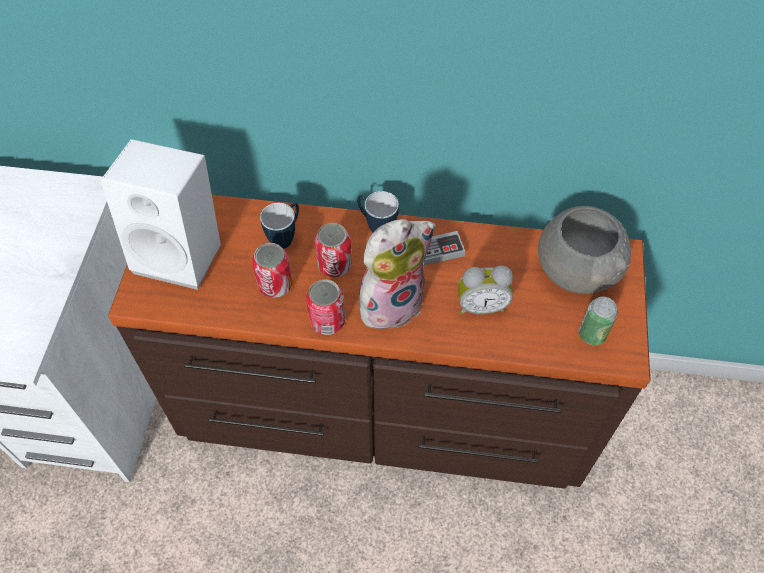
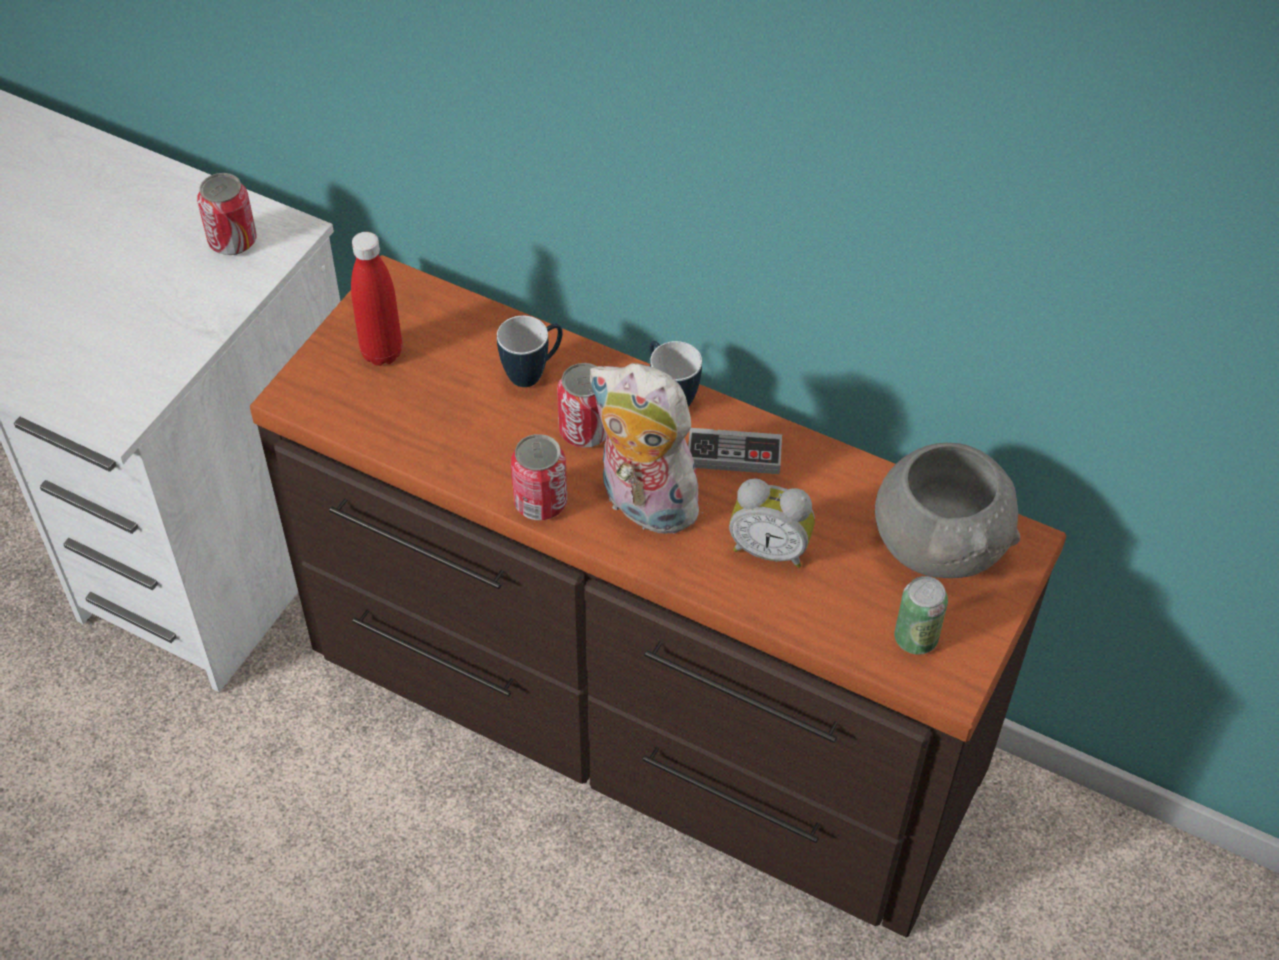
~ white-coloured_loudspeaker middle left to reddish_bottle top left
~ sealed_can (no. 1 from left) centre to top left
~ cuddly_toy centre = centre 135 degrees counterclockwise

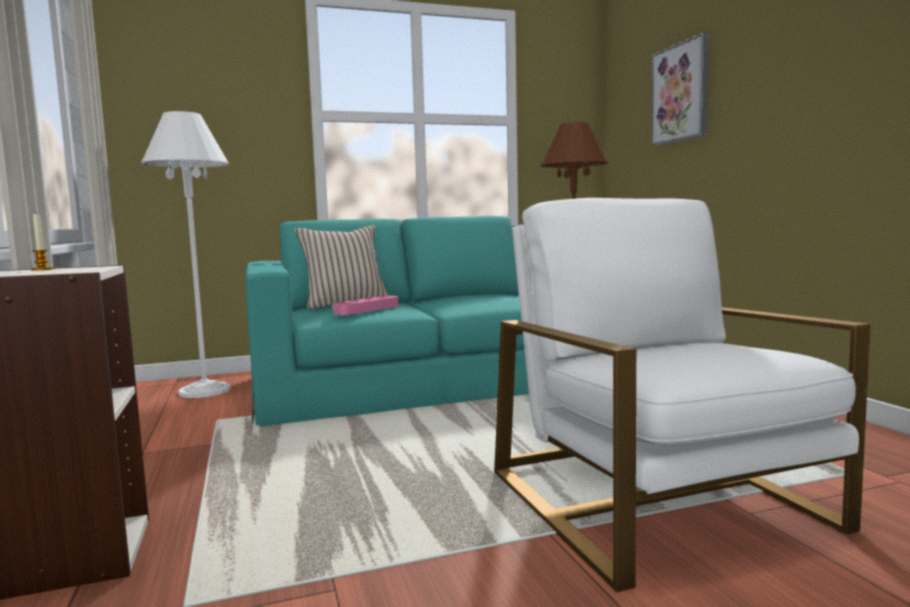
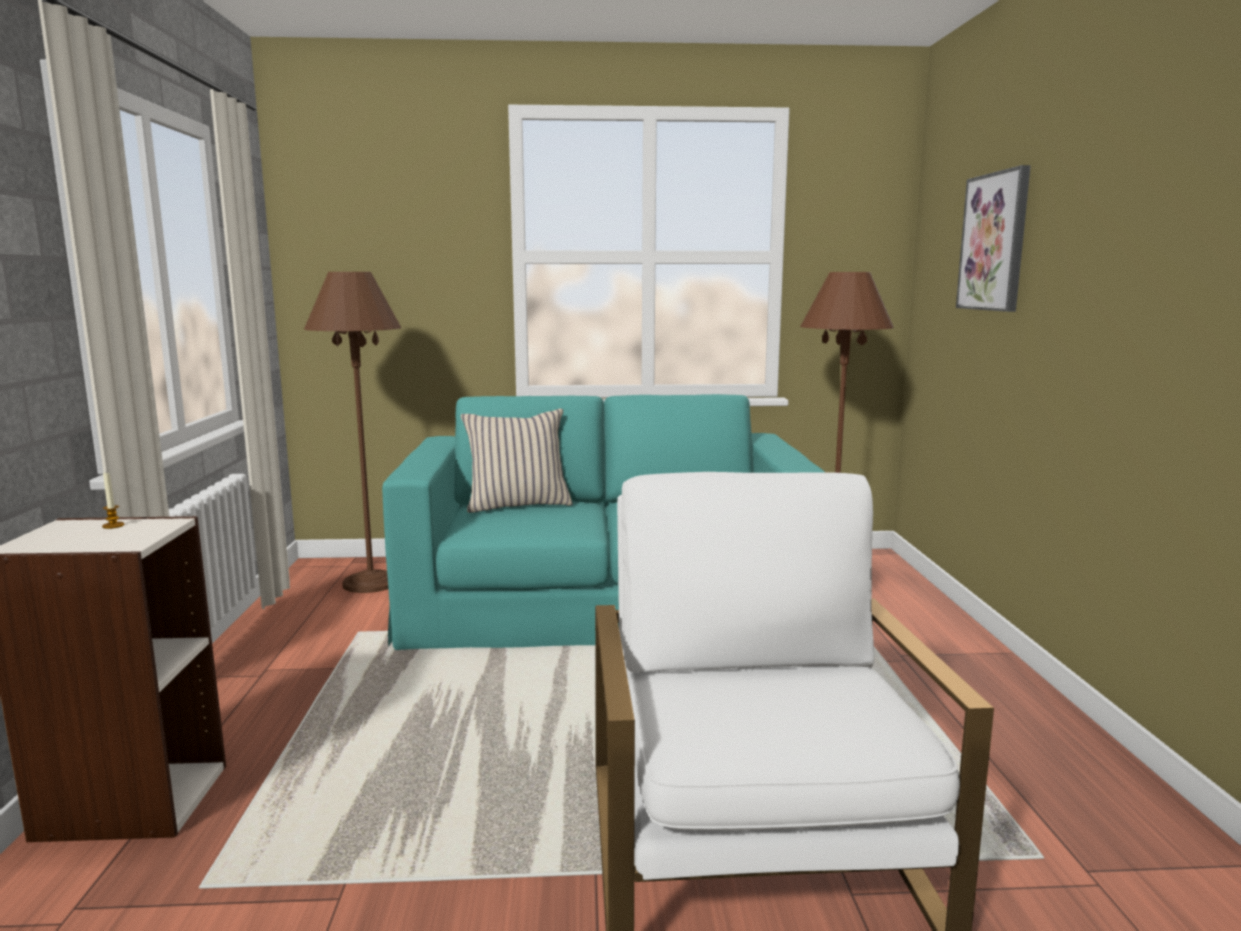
~ white-coloured_floor_lamp middle left to brown-coloured_floor_lamp (no. 1 from left) middle left
- pinkish_carrying_tray centre

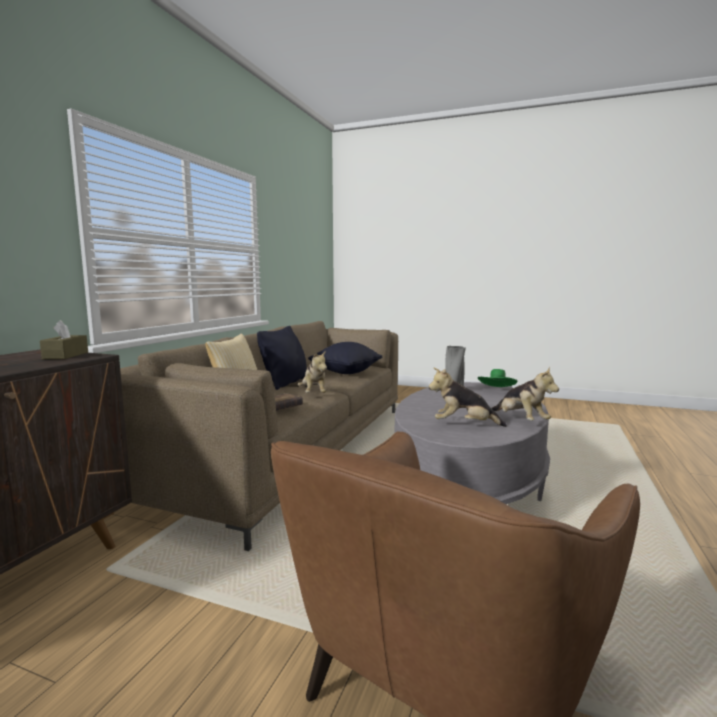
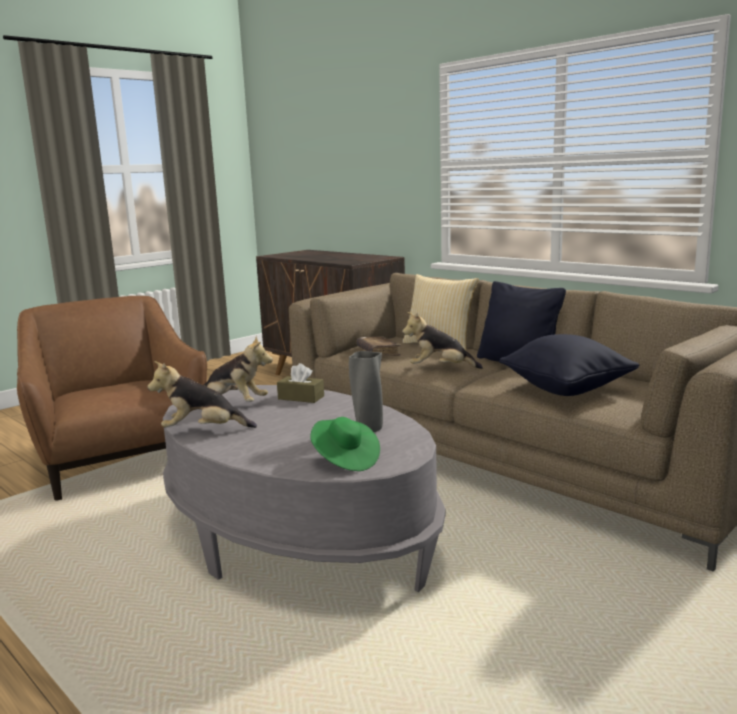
~ brown-coloured_tissue_box middle left to centre
~ cuddly_toy (no. 2 from left) centre = middle left 75 degrees clockwise

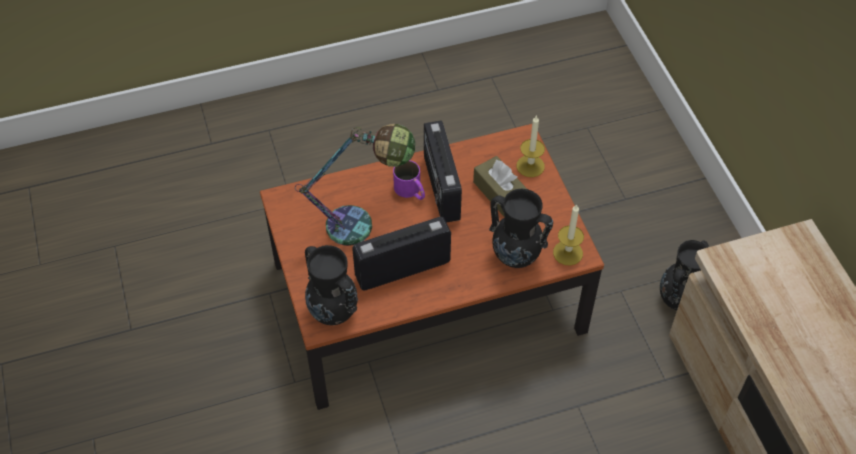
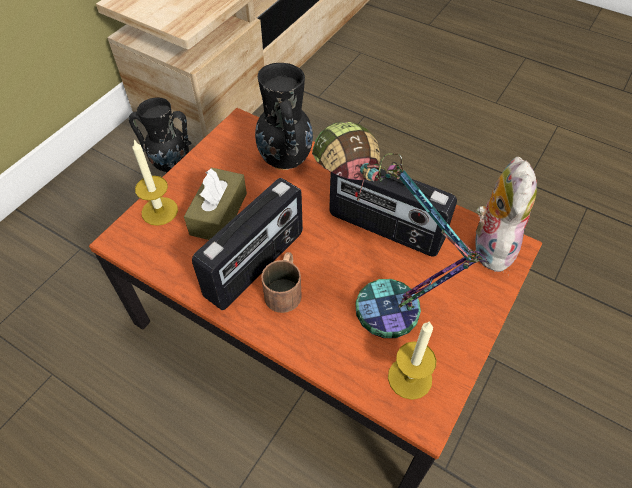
~ black_flower_vase (no. 1 from left) centre to cuddly_toy middle right
~ purplish_mug centre to brown-coloured_mug centre
~ candle (no. 2 from left) centre to bottom centre

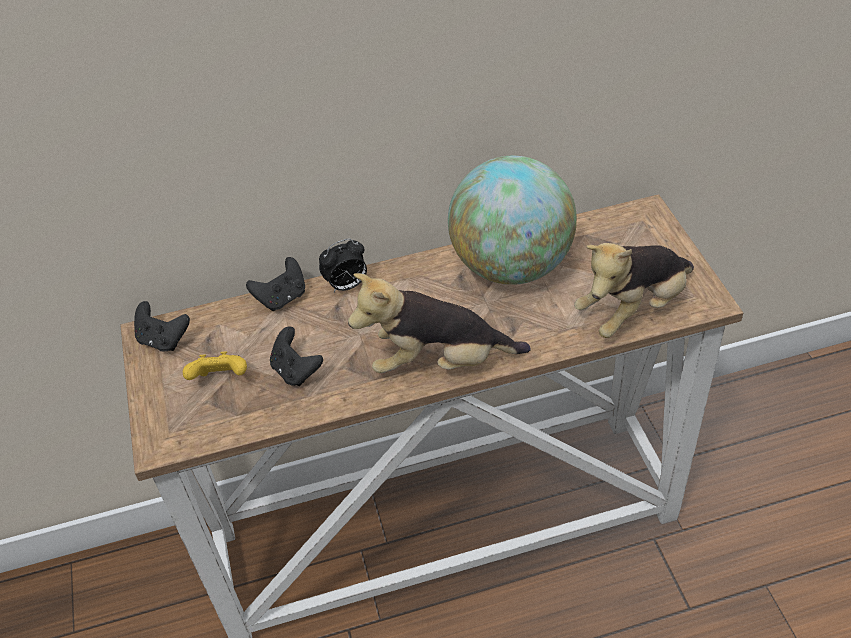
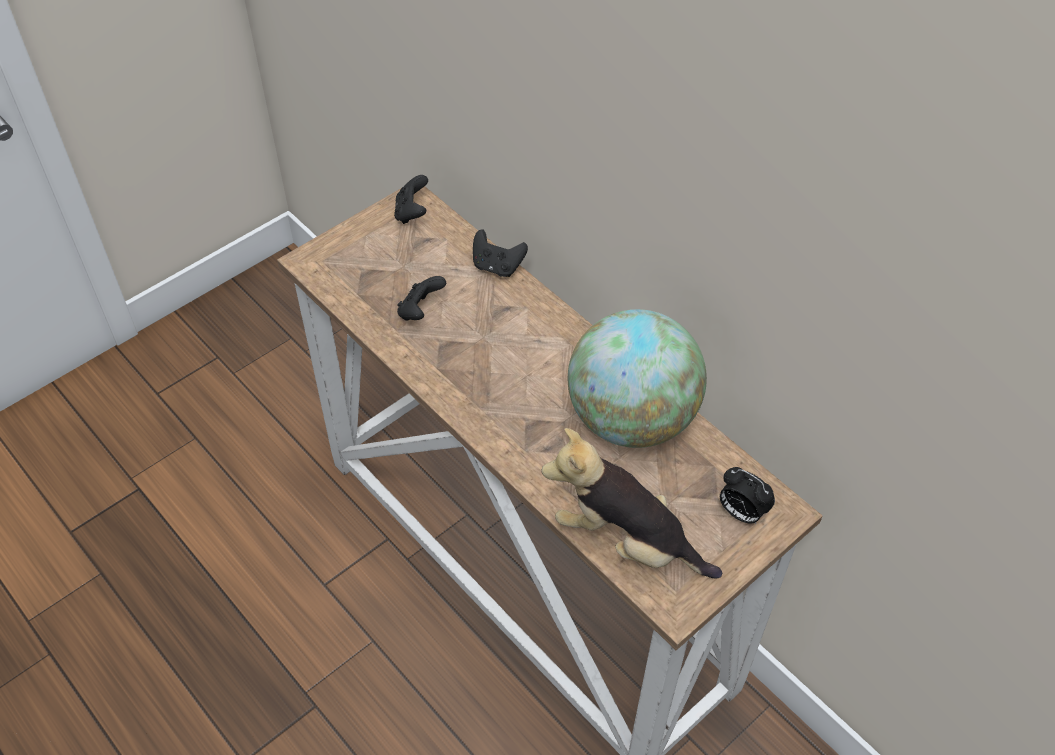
- yellowish_joypad middle left
~ bedside_clock centre to middle right
- cuddly_toy (no. 1 from left) centre

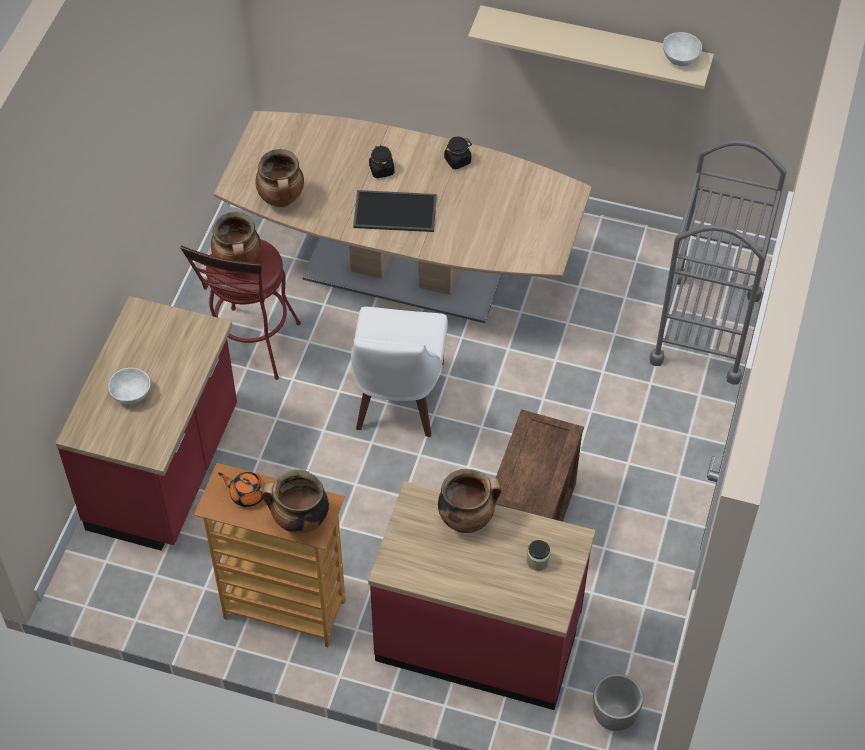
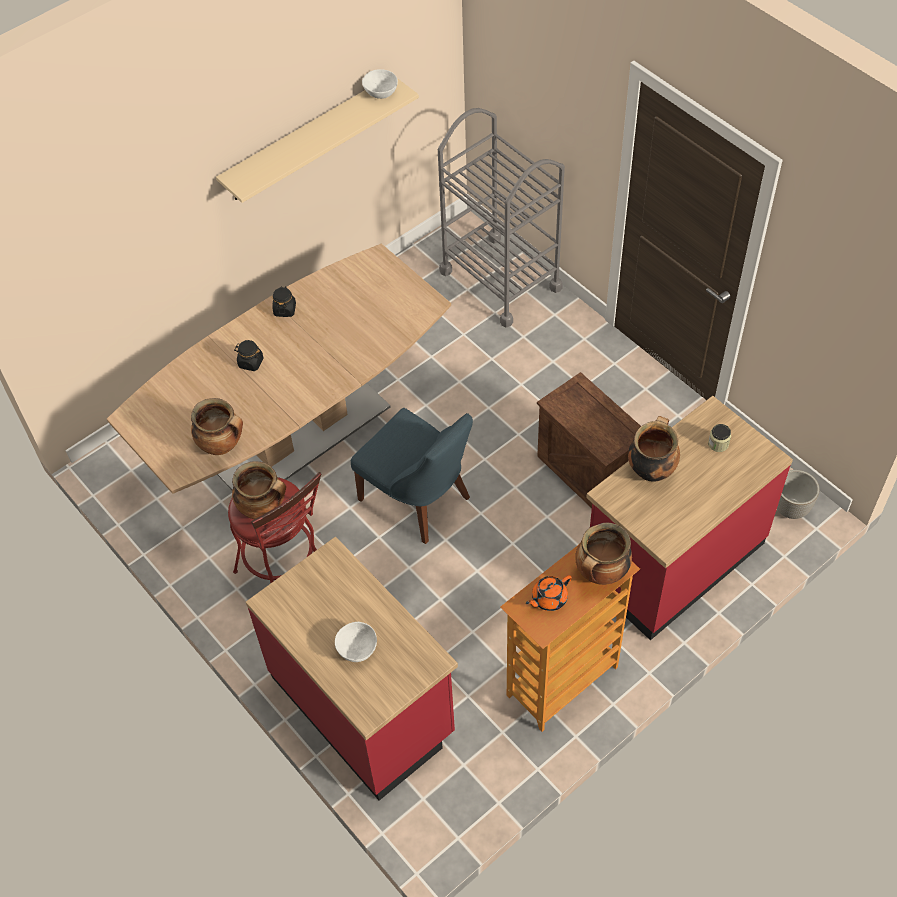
~ white-coloured_upright_chair centre to blue-coloured_upright_chair centre
- carrying_tray top centre

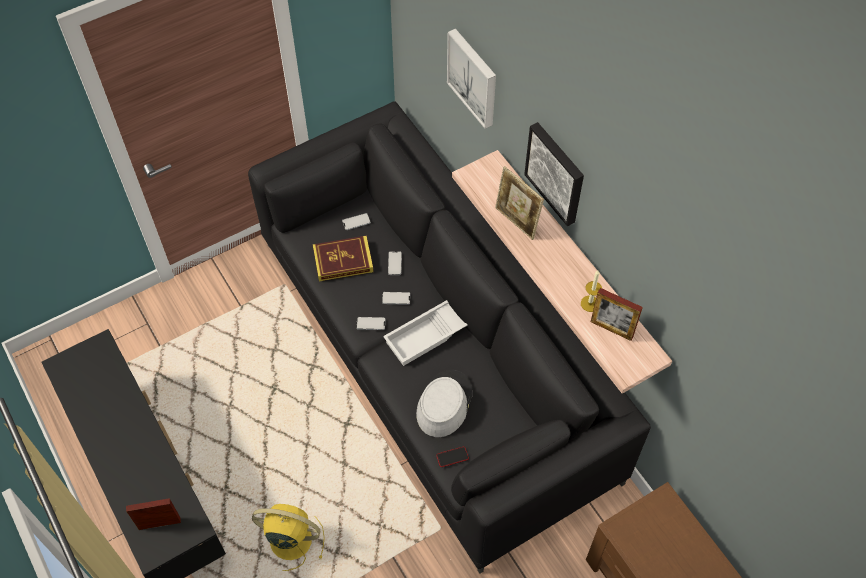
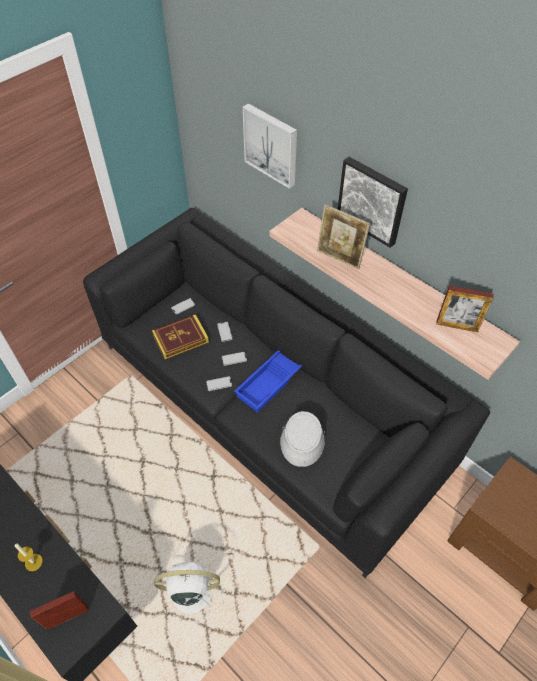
~ yellowish_electric_fan bottom left to white-coloured_electric_fan bottom centre
~ white-coloured_carrying_tray centre to blue-coloured_carrying_tray centre
- phone (no. 5 from left) bottom centre
~ candle middle right to bottom left

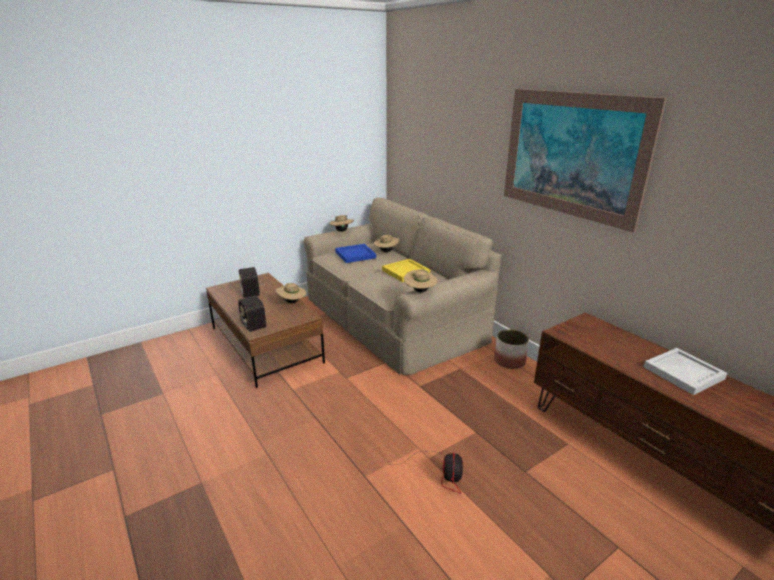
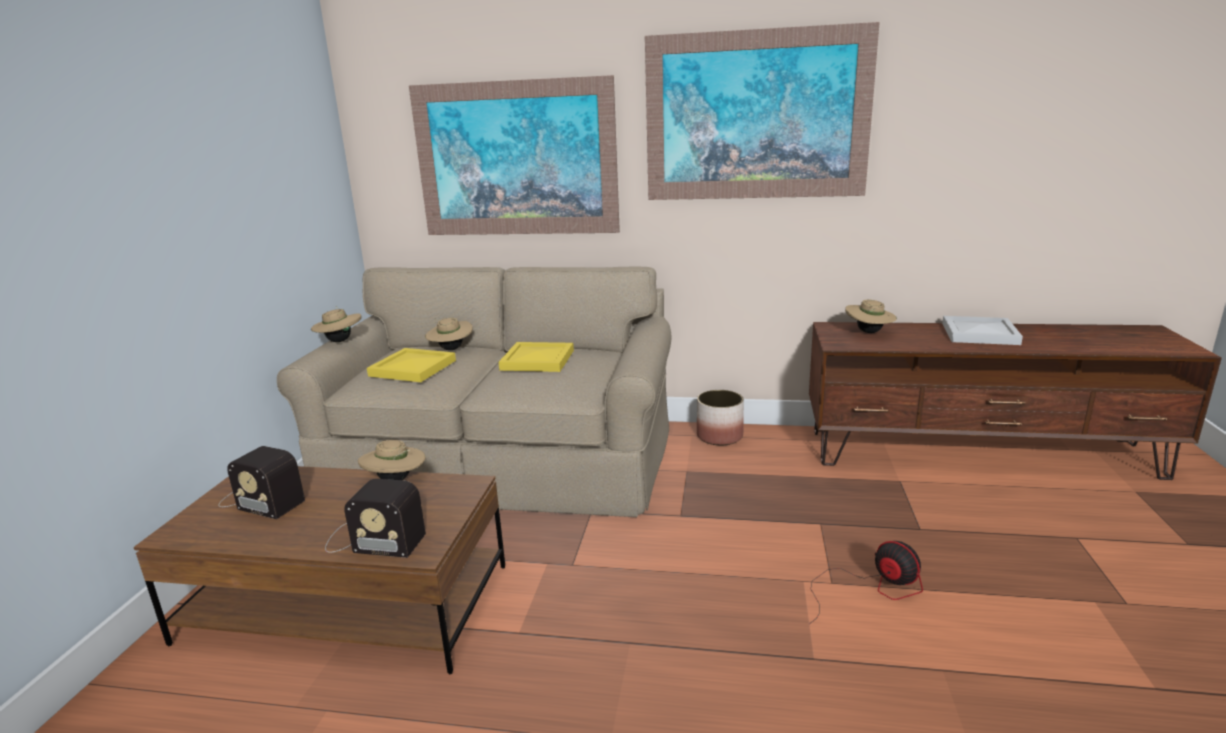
~ blue-coloured_carrying_tray centre to yellowish_carrying_tray (no. 1 from left) centre
~ sand-coloured_hat (no. 4 from left) centre to middle right
+ picture (no. 1 from left) top centre

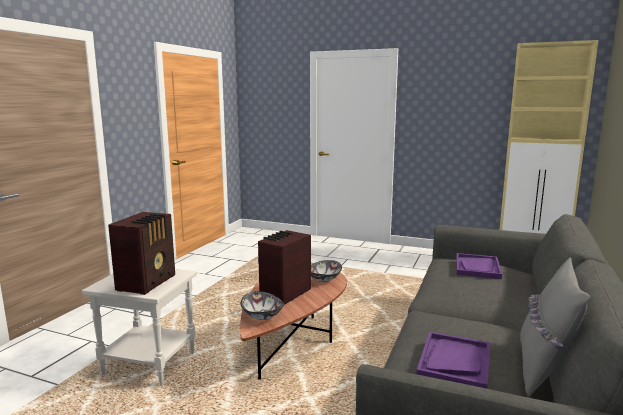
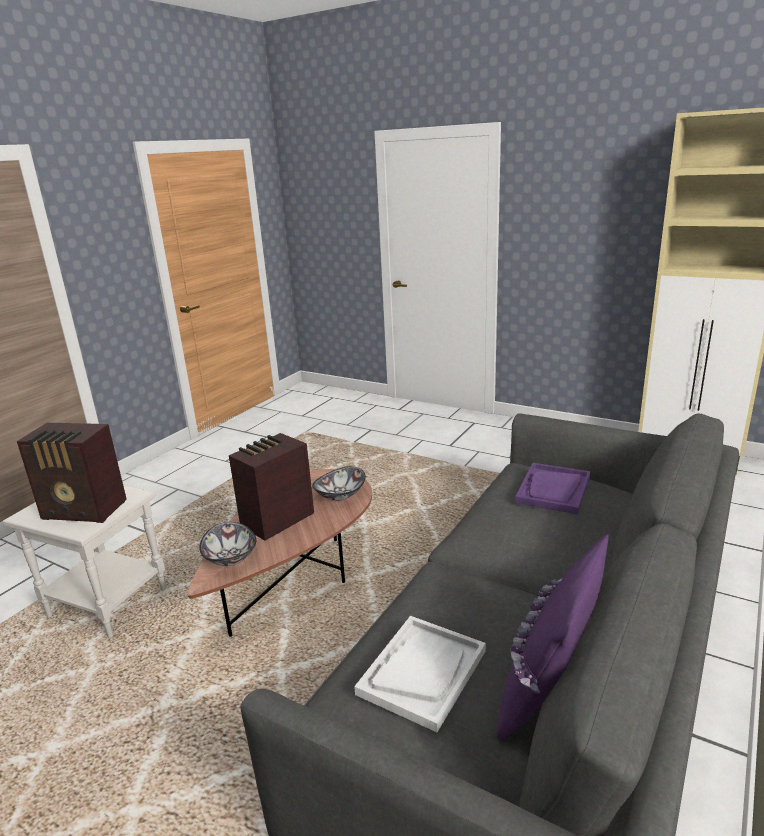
~ radio_set (no. 1 from left) middle left = middle left 75 degrees clockwise
~ purplish_carrying_tray (no. 1 from left) bottom right to white-coloured_carrying_tray bottom centre
~ greyish_cushion bottom right to purplish_cushion bottom right

